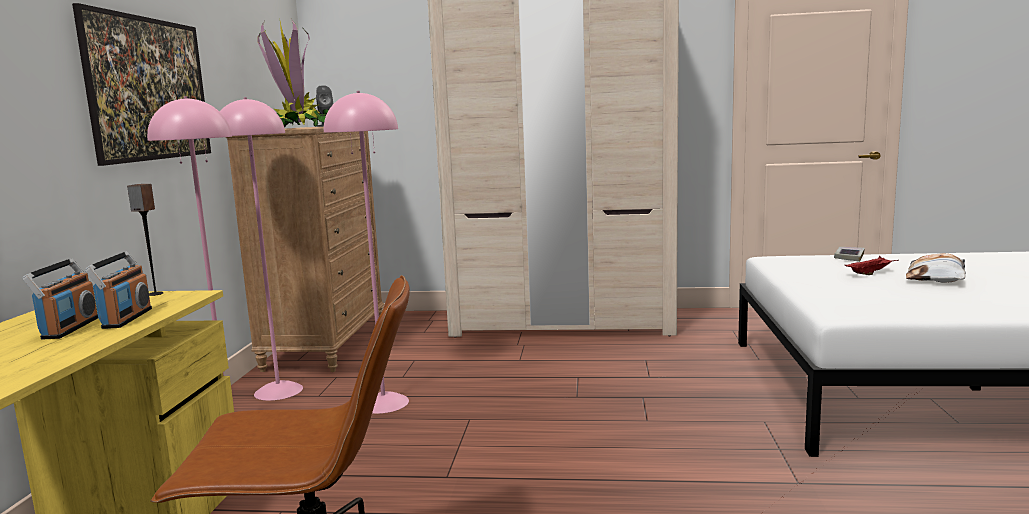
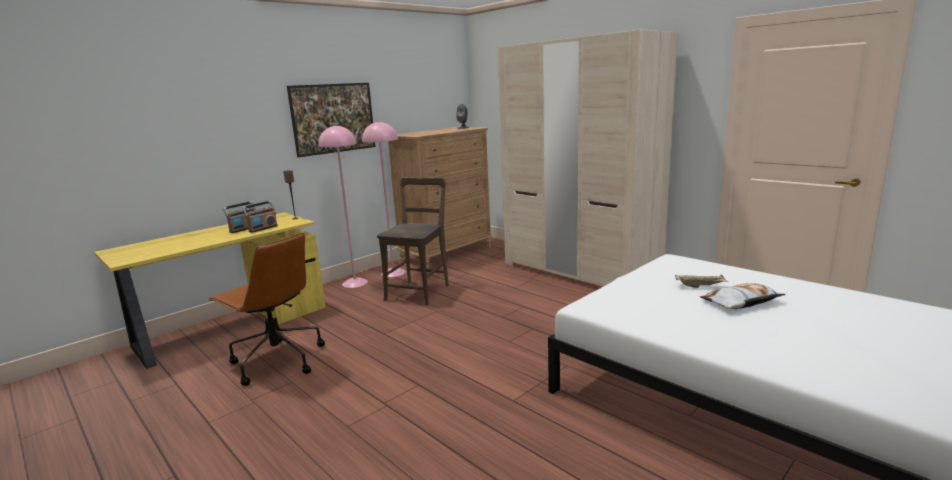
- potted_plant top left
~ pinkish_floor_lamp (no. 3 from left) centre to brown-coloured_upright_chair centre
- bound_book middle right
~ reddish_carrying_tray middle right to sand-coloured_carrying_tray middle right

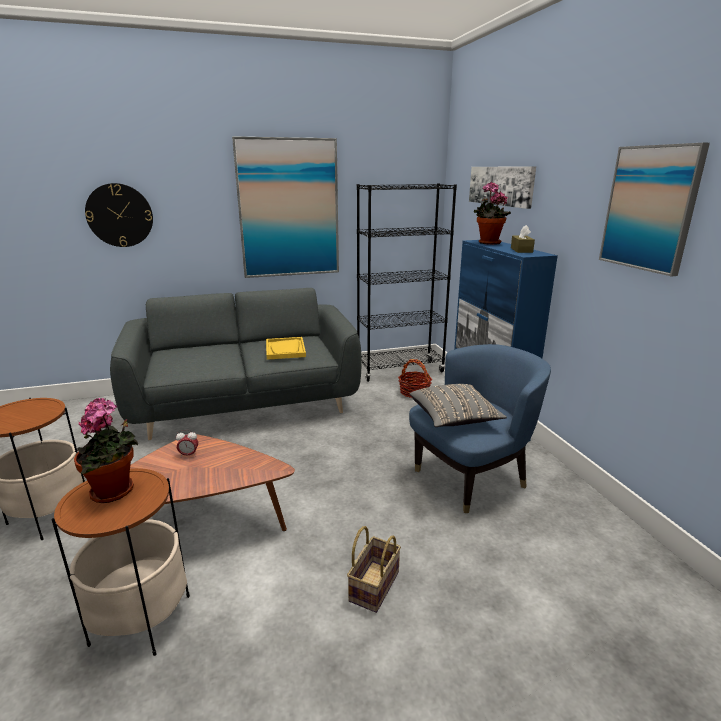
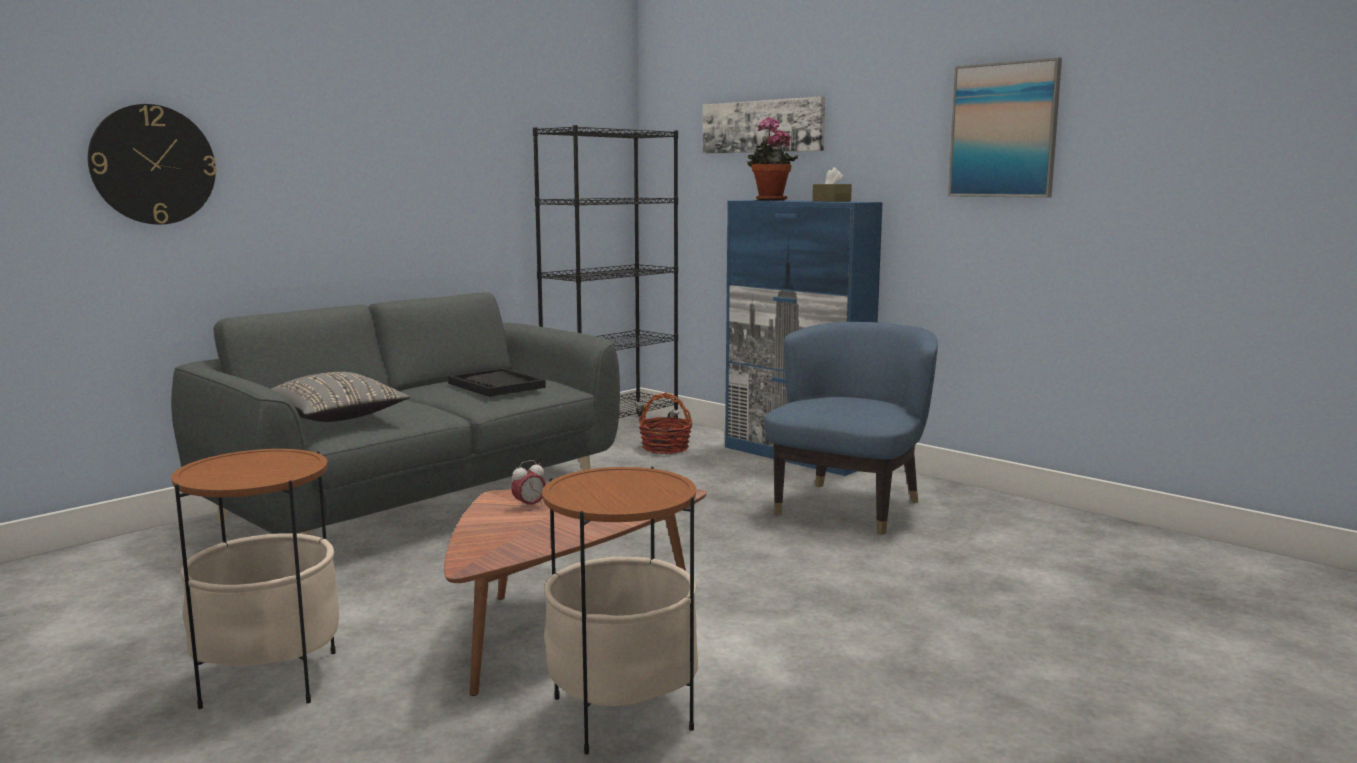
- potted_plant (no. 1 from left) middle left
- picture (no. 1 from left) top centre
~ yellowish_carrying_tray centre to black_carrying_tray centre
- basket (no. 1 from left) bottom centre
~ greyish_cushion centre to middle left

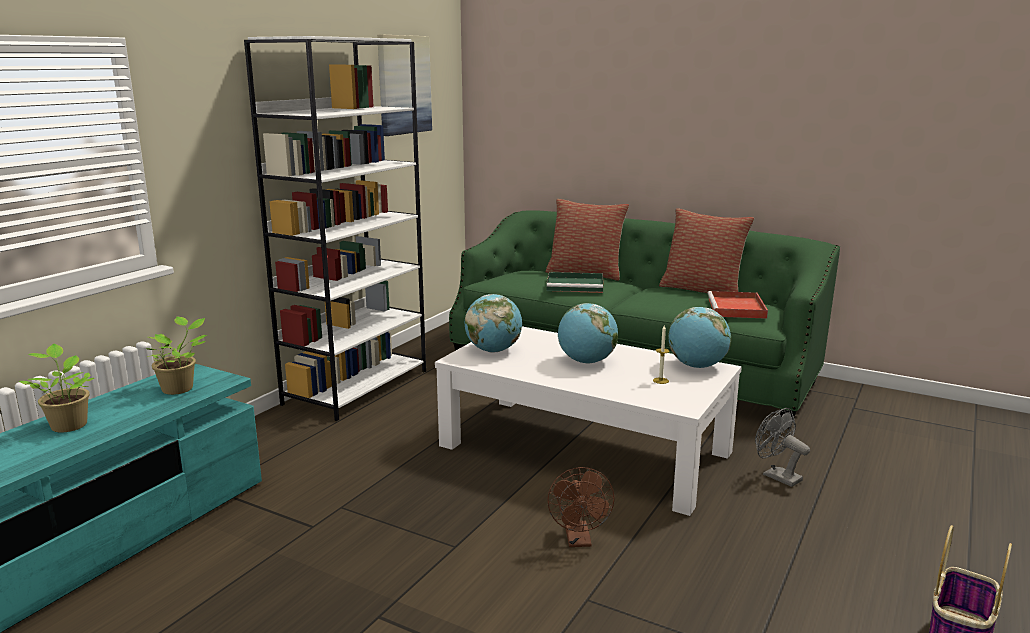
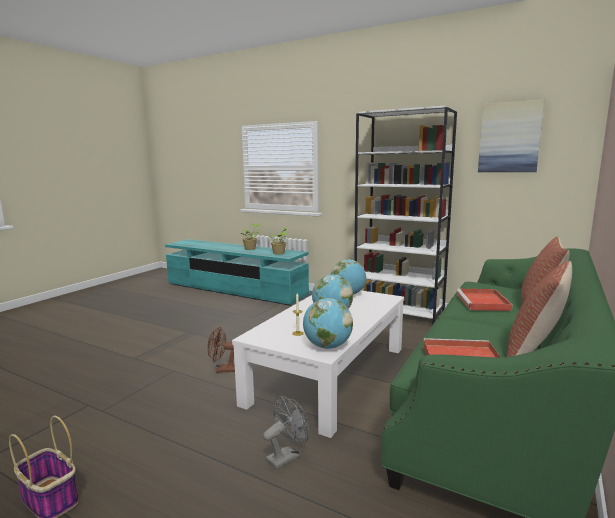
~ greenish_carrying_tray centre to reddish_carrying_tray (no. 2 from left) middle right

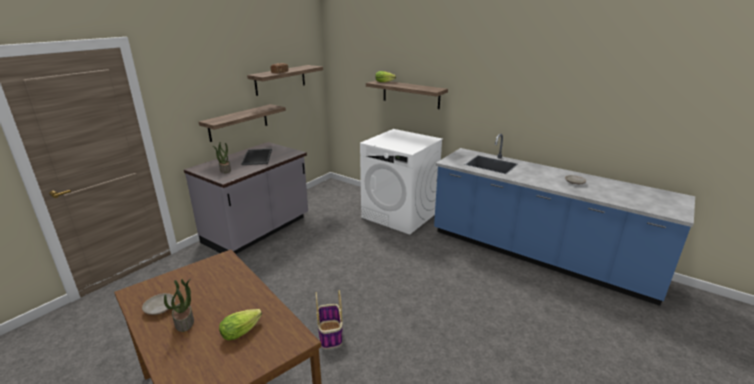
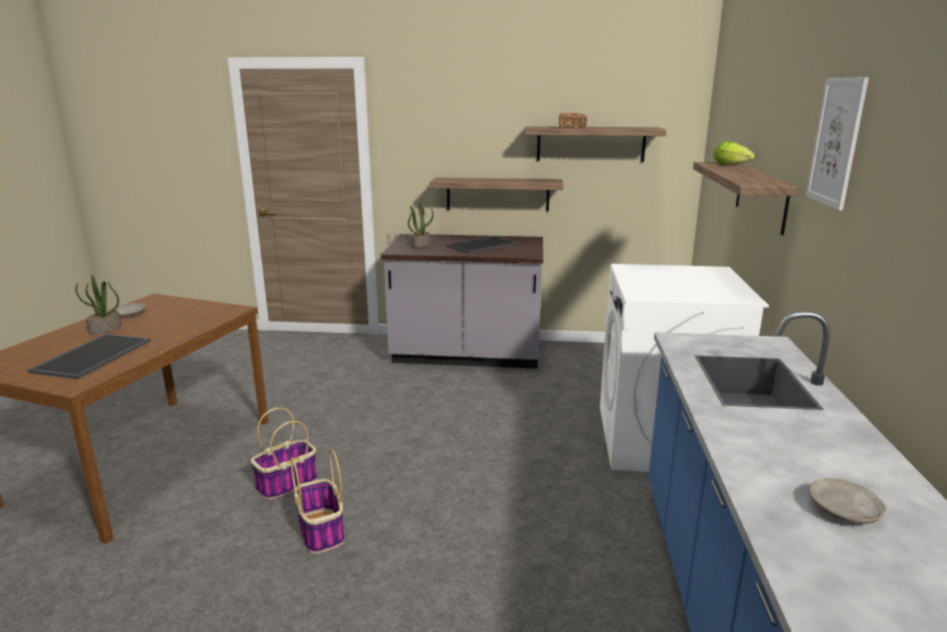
~ lettuce (no. 1 from left) bottom left to carrying_tray (no. 1 from left) middle left
+ basket (no. 2 from left) bottom centre
+ picture top right

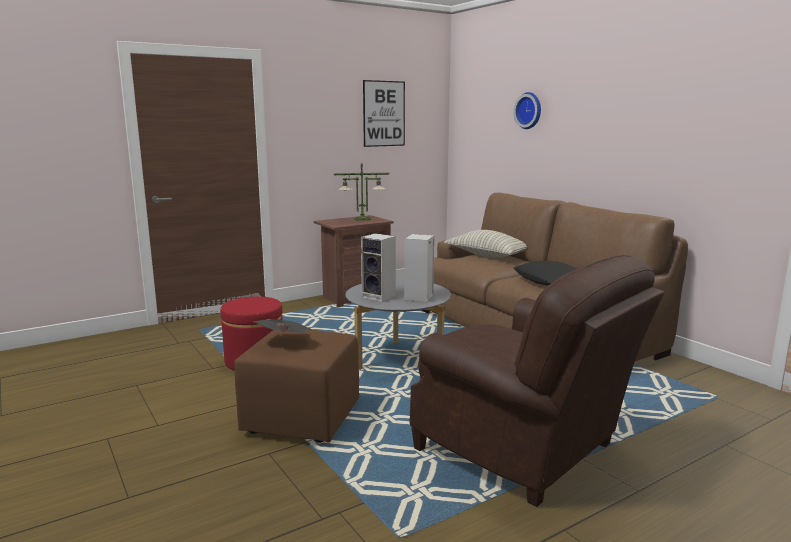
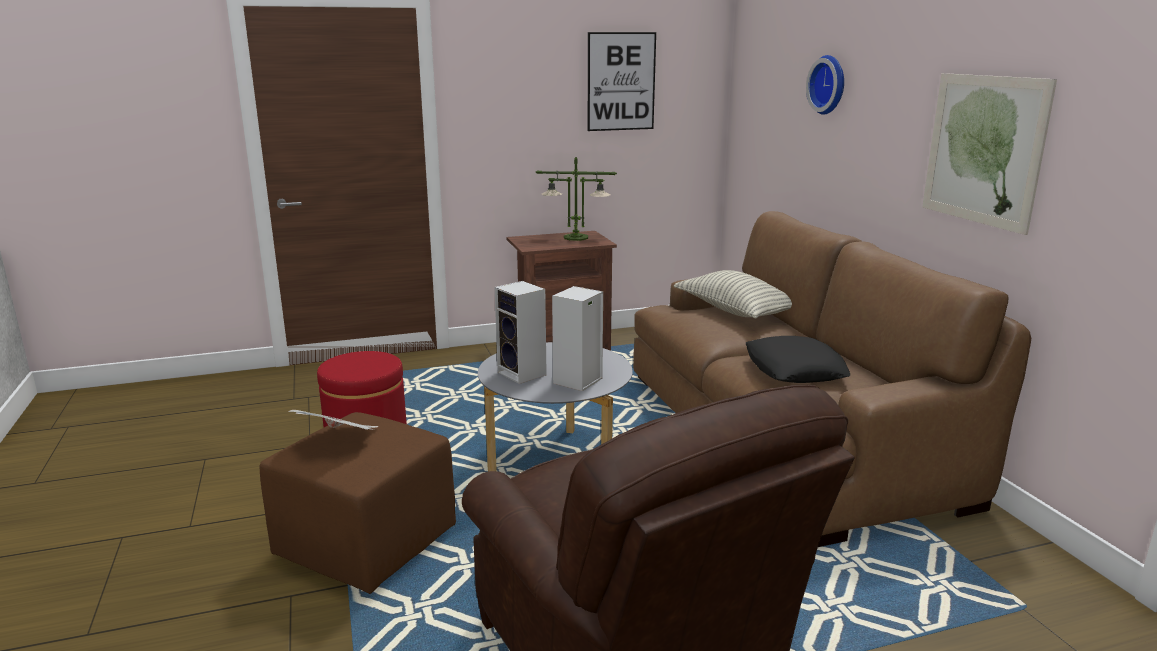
+ picture (no. 2 from left) top right

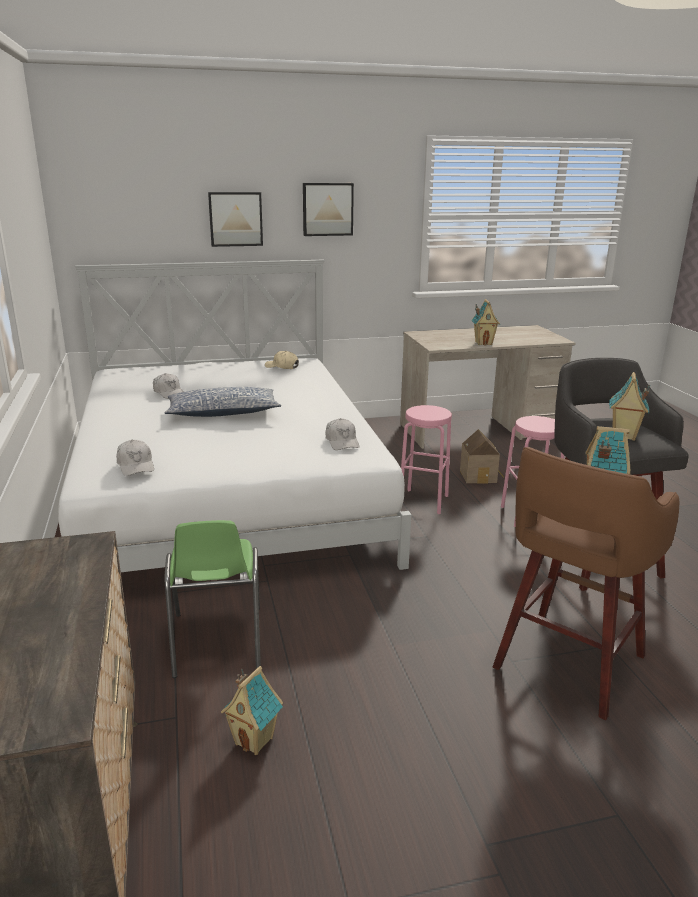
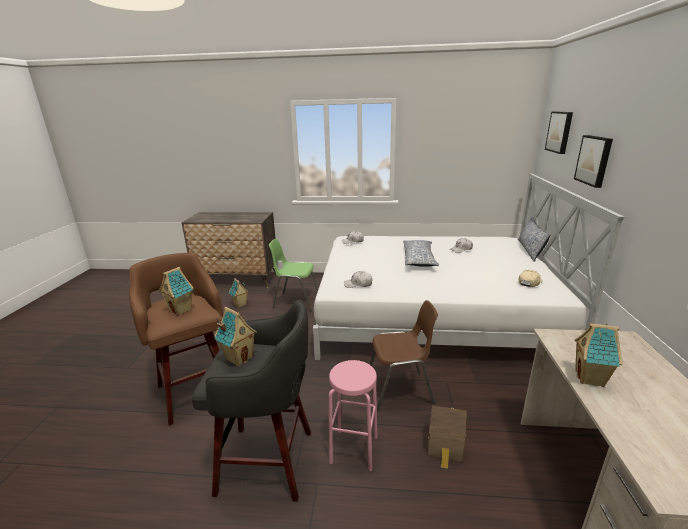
~ picture (no. 2 from left in the first image) top centre to picture (no. 1 from left) top right
~ pinkish_sitting_stool (no. 1 from left) centre to brown-coloured_upright_chair bottom centre
+ cushion (no. 2 from left) middle right

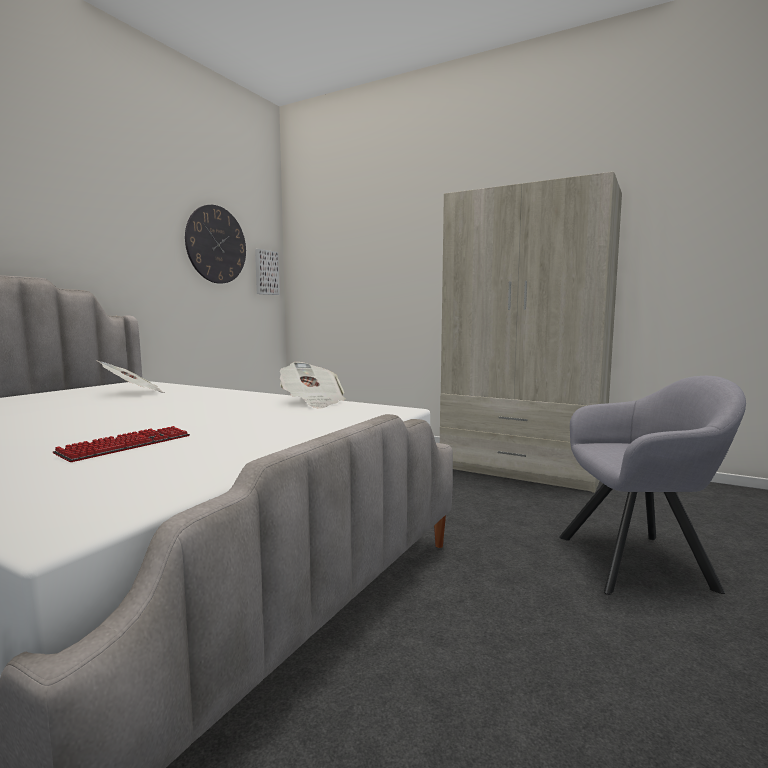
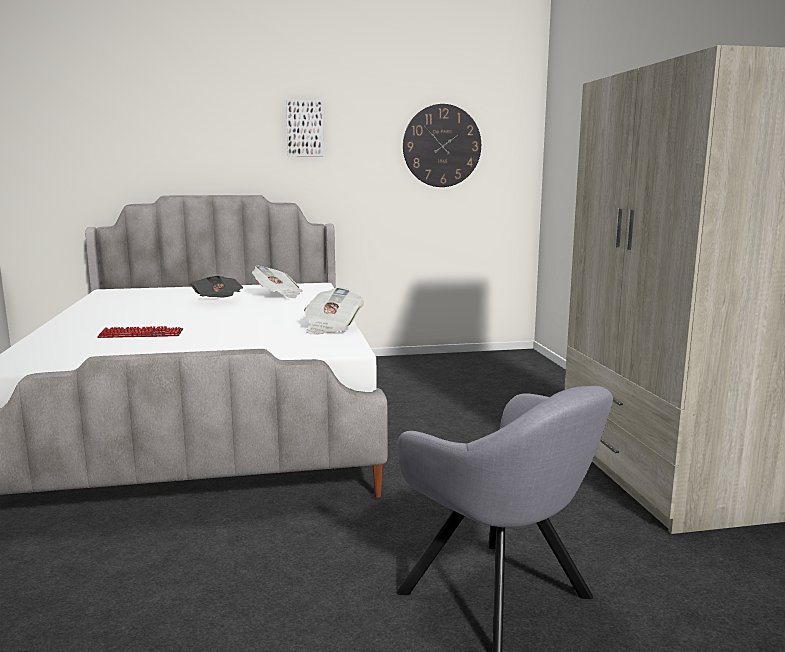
~ picture centre to top centre
+ printed_paper (no. 1 from left) middle left

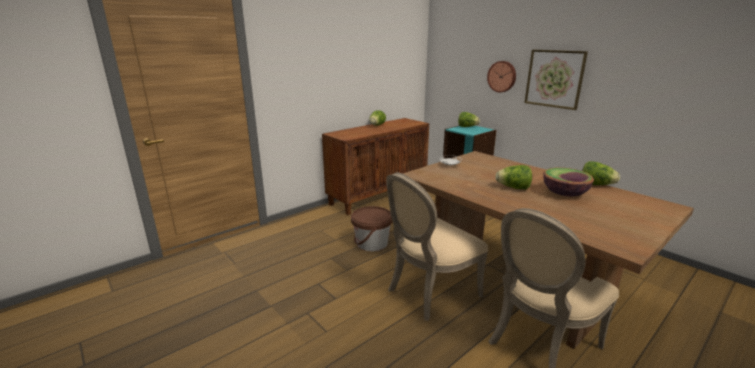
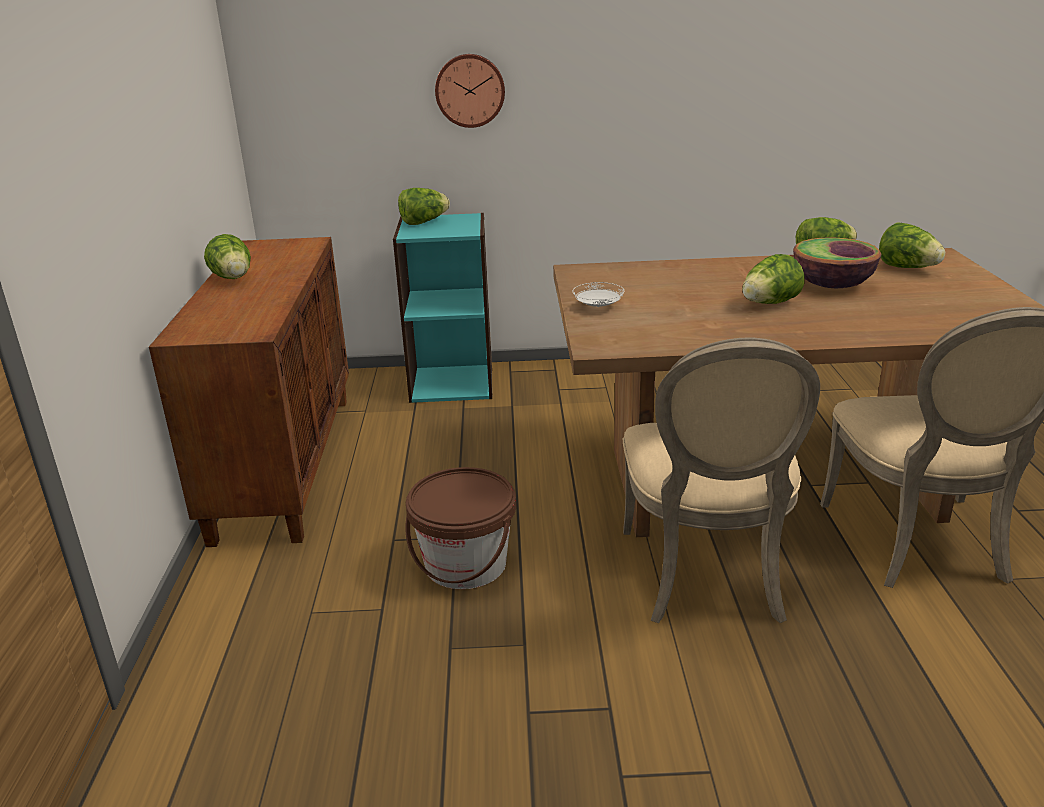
- picture top right
+ lettuce (no. 5 from left) top right

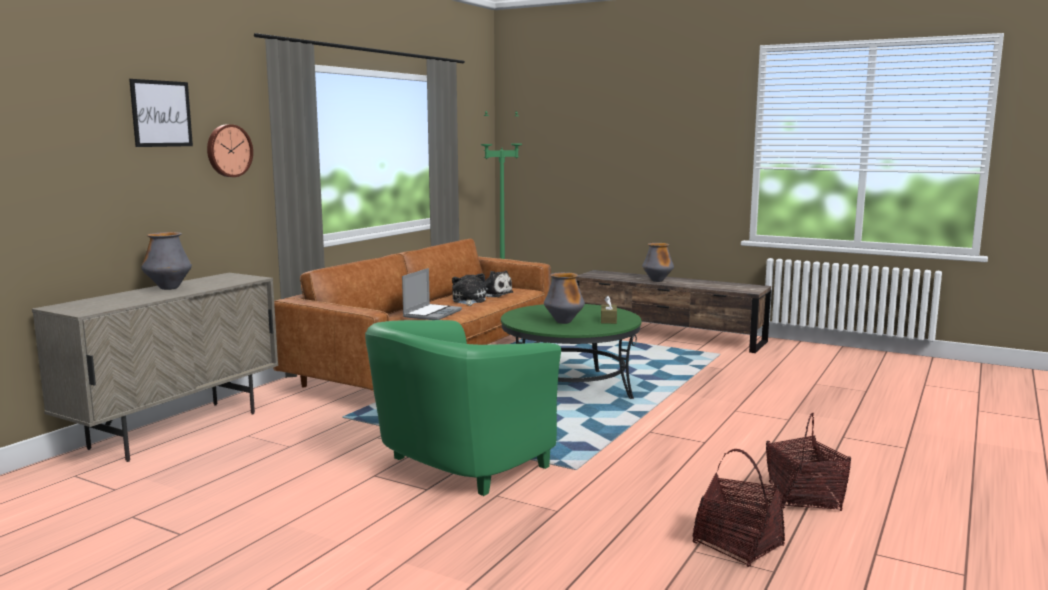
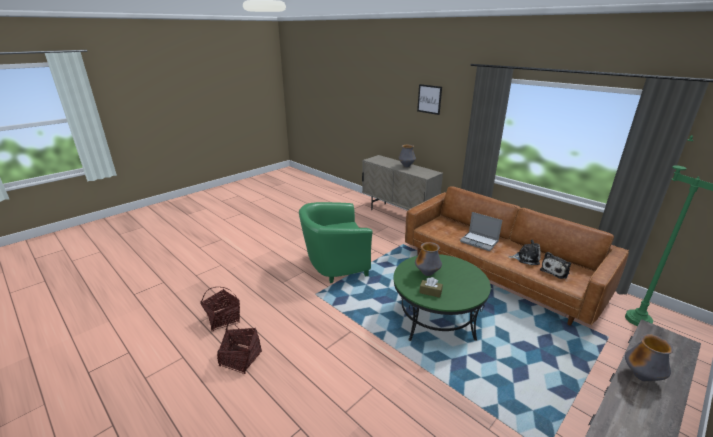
- wall_clock top left
~ greenish_easy_chair bottom centre = centre 75 degrees counterclockwise

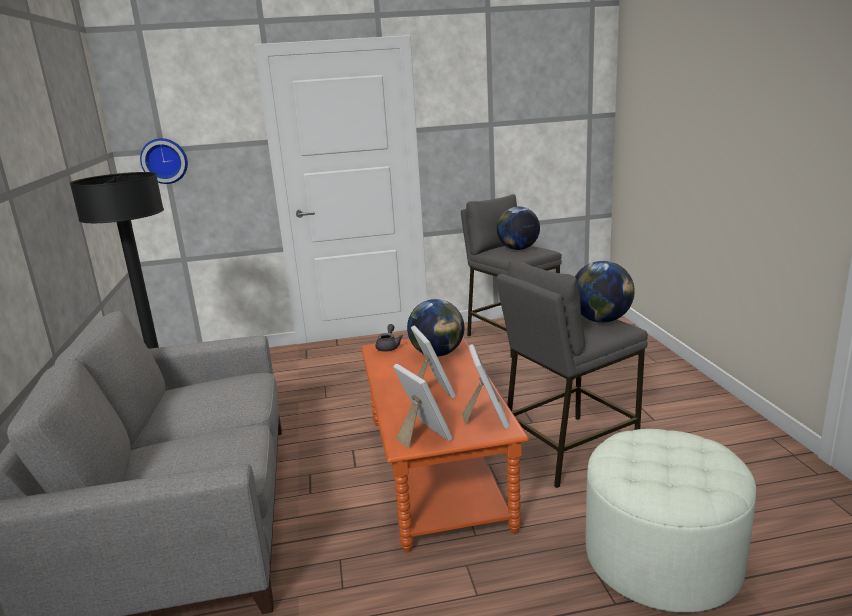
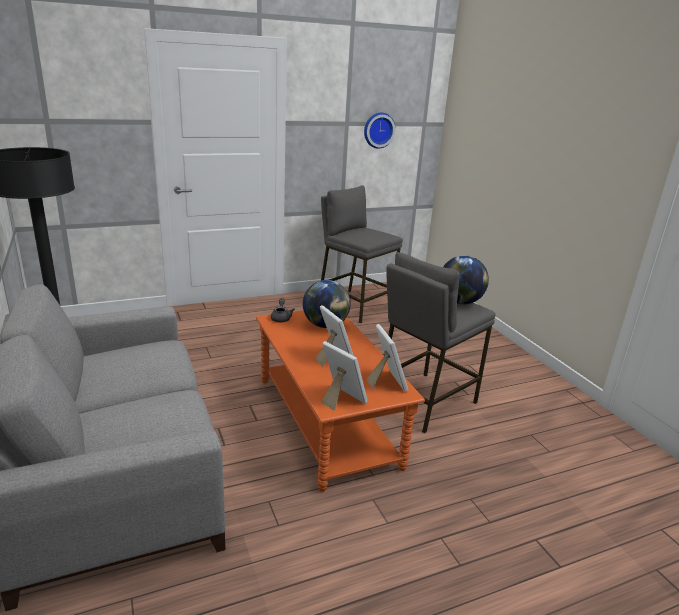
~ wall_clock top left to top centre
- globe (no. 2 from left) centre
- white-coloured_ottoman bottom right

